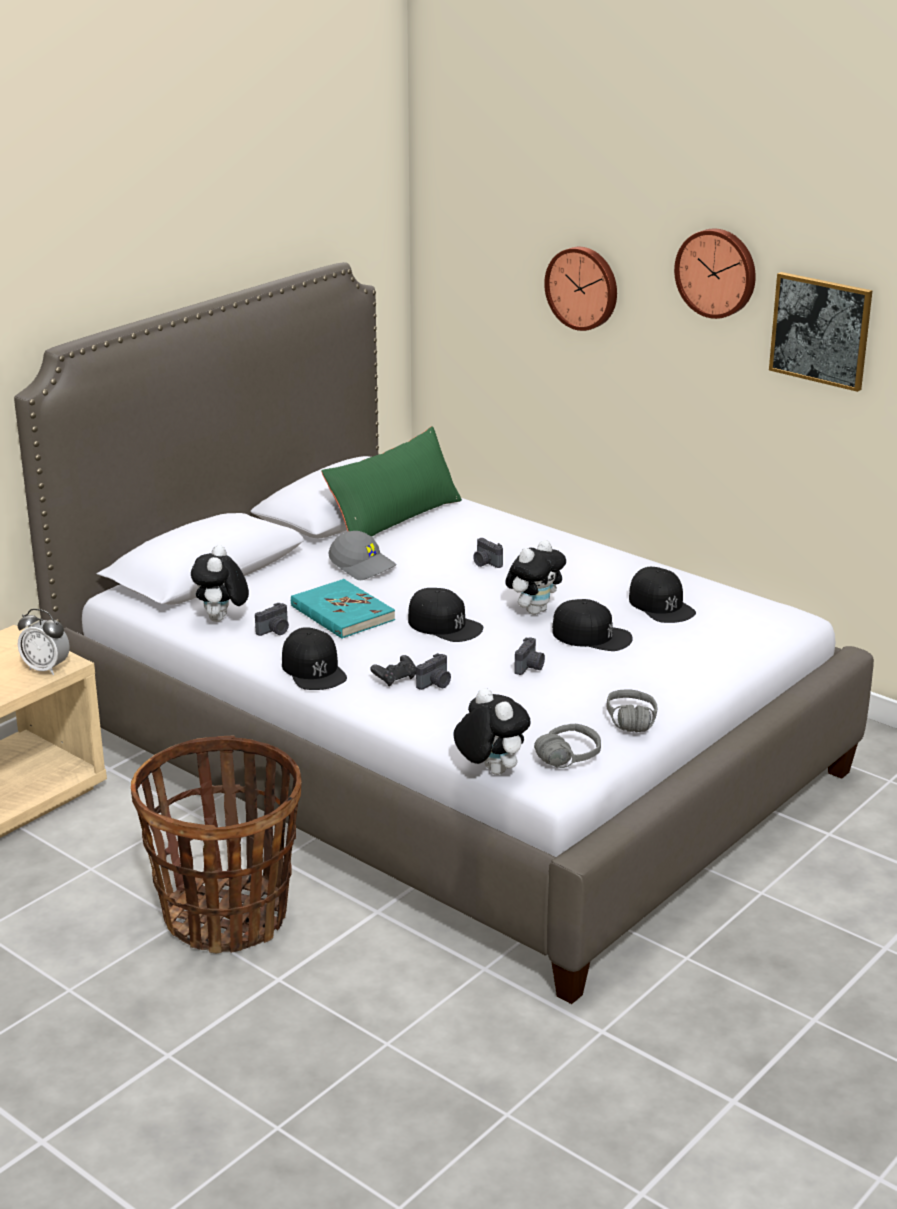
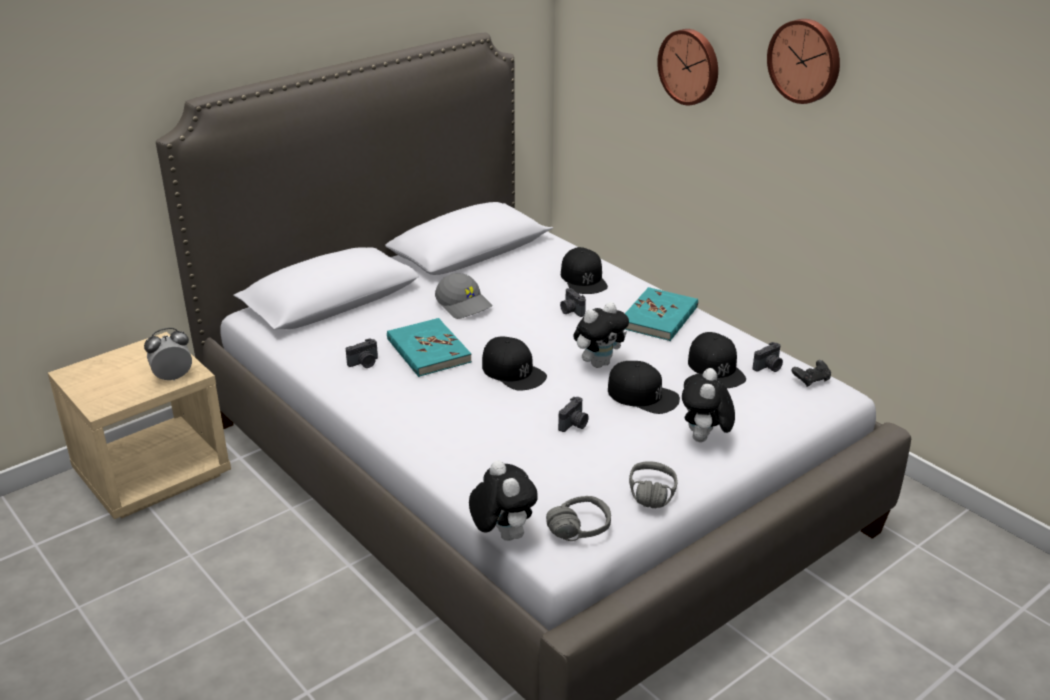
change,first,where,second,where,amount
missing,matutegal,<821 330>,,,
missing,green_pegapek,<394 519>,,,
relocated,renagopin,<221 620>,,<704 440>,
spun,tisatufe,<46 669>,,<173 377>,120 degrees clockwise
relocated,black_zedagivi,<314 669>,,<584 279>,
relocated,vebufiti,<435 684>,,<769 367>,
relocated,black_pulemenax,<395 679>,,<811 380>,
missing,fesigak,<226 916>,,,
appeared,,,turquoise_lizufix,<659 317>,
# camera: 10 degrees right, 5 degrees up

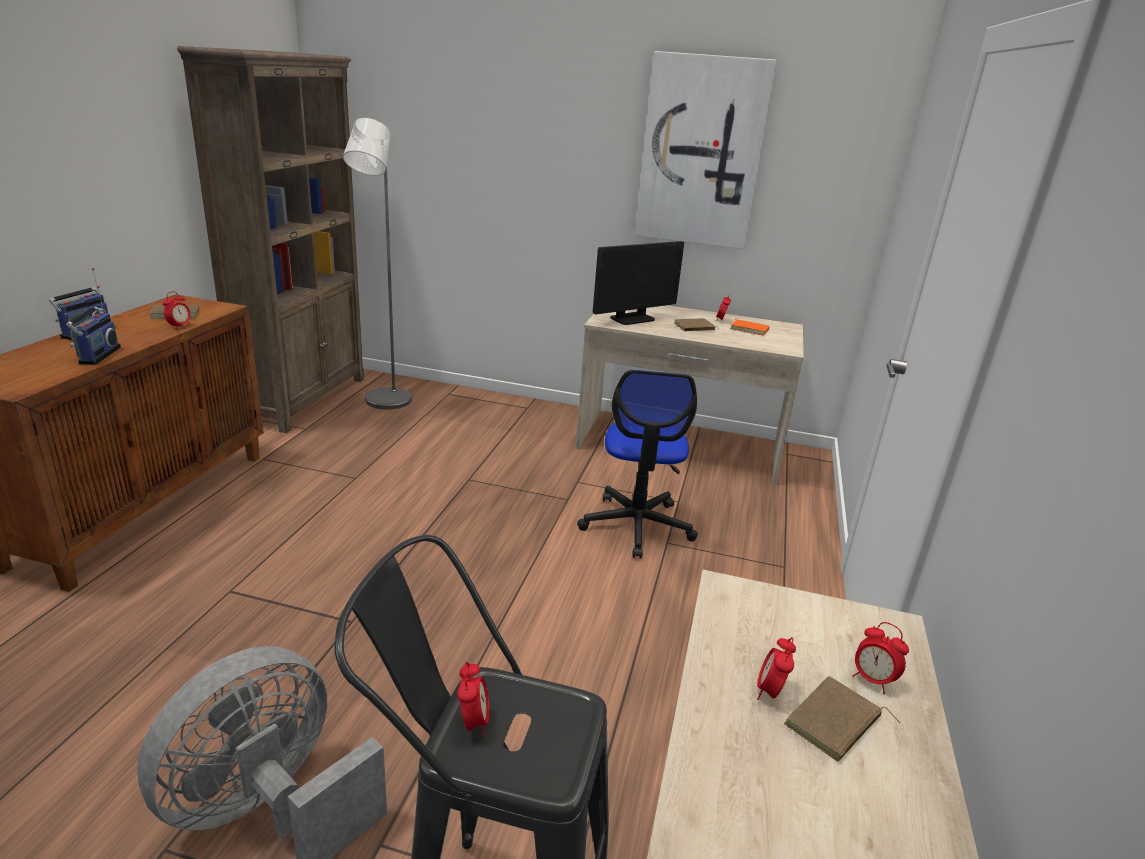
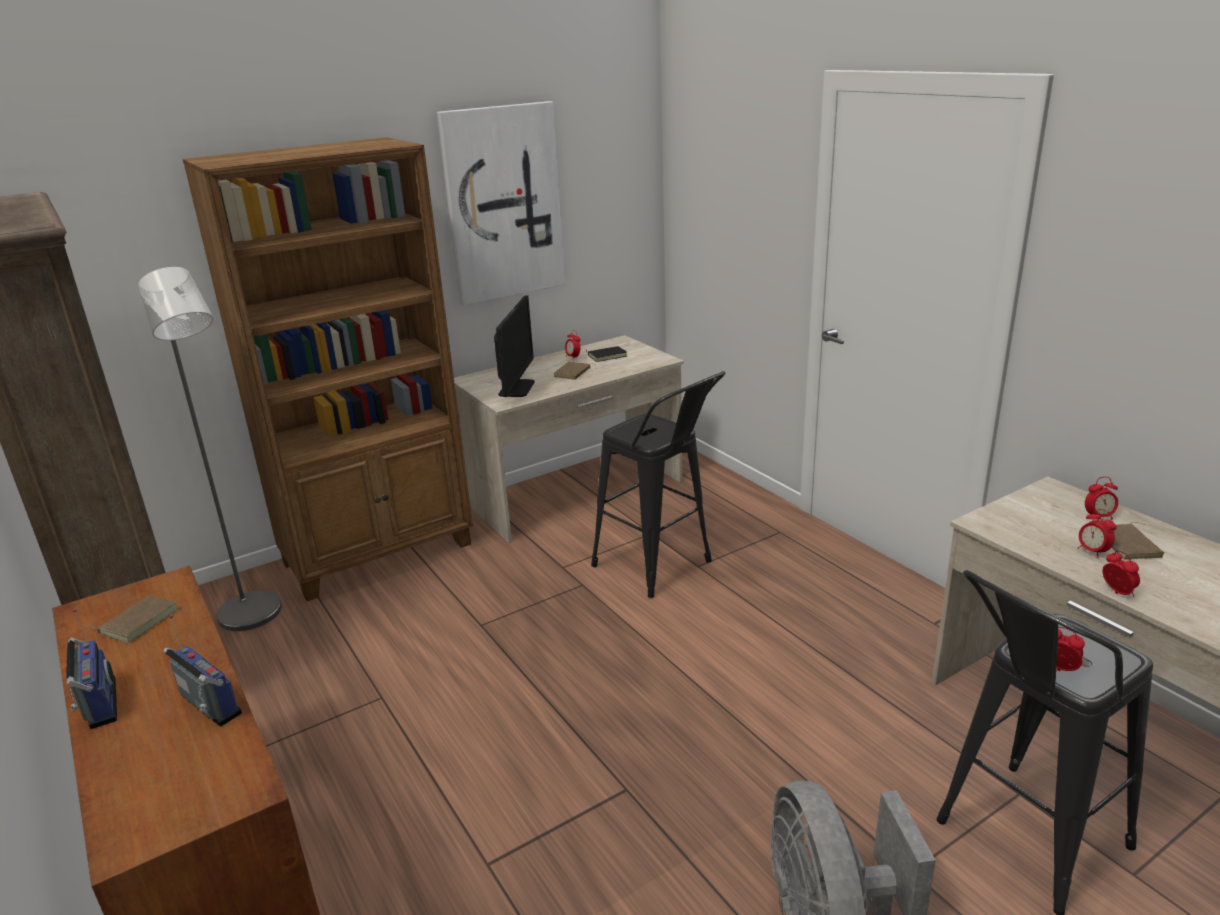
change,first,where,second,where,amount
relocated,tisatufe,<179 326>,,<1117 593>,
colour,orange_lizufix,<749 329>,black_lizufix,<607 355>,
exchanged,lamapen,<636 526>,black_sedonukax,<660 569>,
appeared,,,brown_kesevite,<380 554>,
# camera: 45 degrees left, 0 degrees up

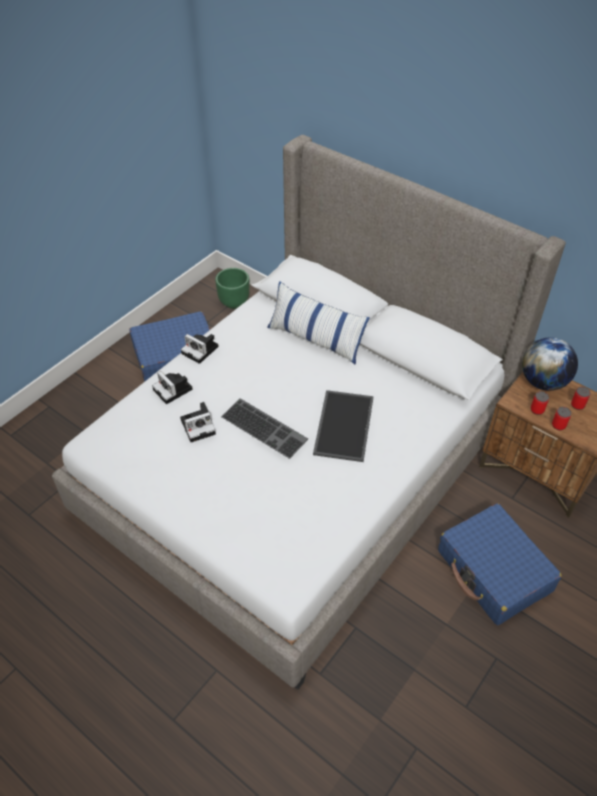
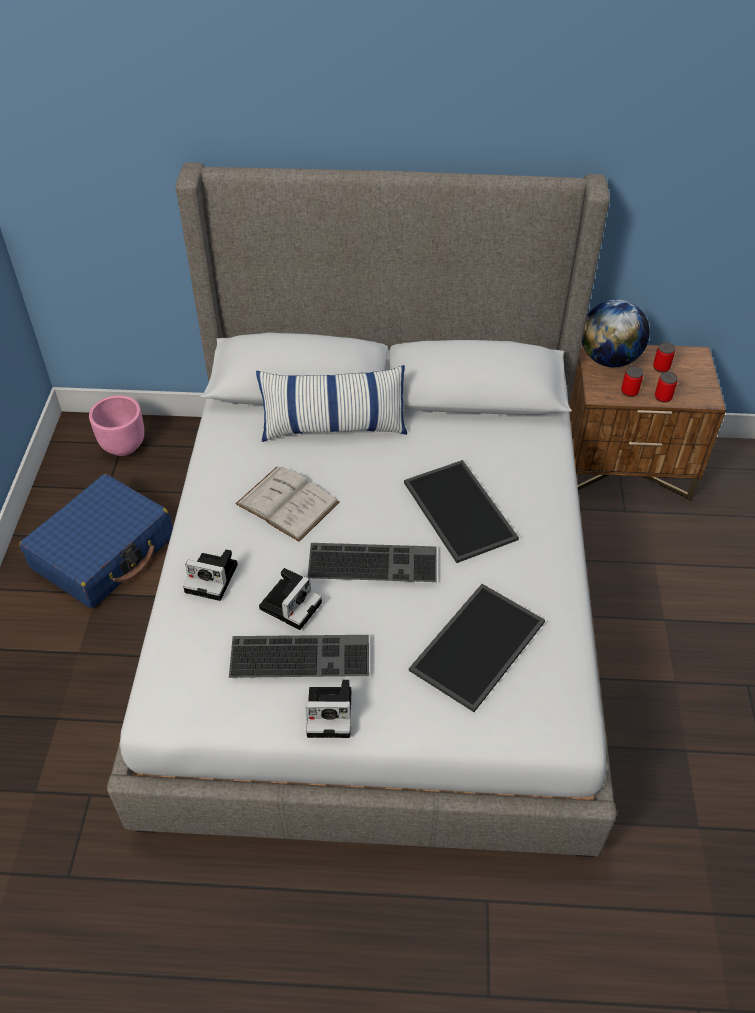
change,first,where,second,where,amount
colour,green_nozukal,<234 302>,pink_nozukal,<123 446>,
relocated,vebufiti,<201 350>,,<332 713>,
missing,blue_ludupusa,<494 571>,,,
appeared,,,white_lizufix,<287 503>,
appeared,,,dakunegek,<476 644>,
appeared,,,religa,<301 654>,
# camera: 35 degrees left, 0 degrees up

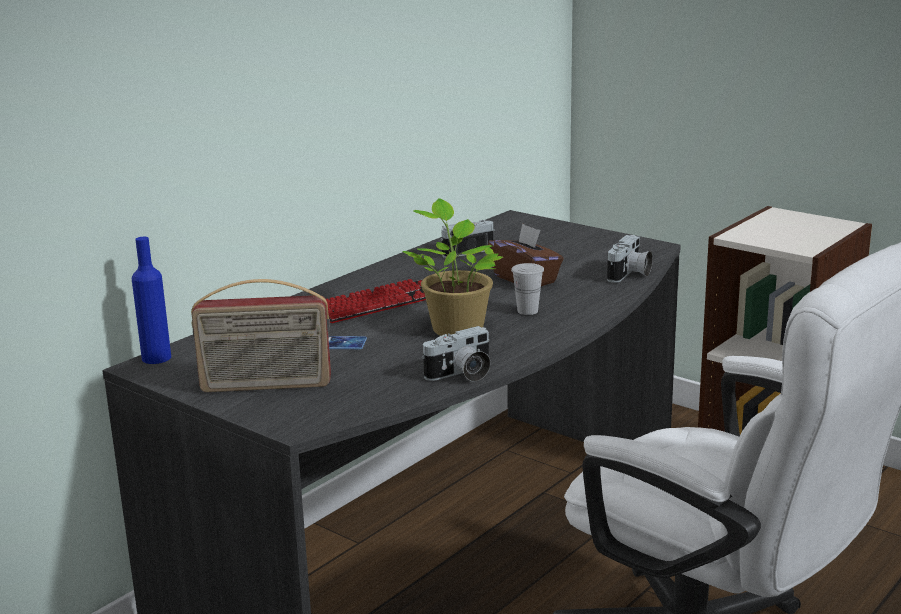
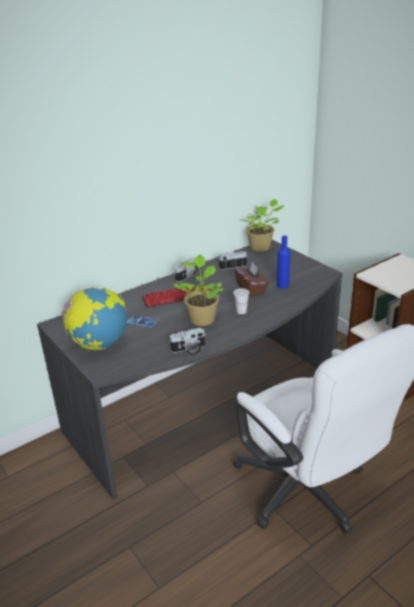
change,first,where,second,where,amount
relocated,vebufiti,<630 275>,,<189 277>,
relocated,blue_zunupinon,<156 358>,,<282 285>,
exchanged,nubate,<266 385>,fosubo,<99 344>,
appeared,,,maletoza,<261 247>,
# camera: 15 degrees right, 10 degrees up

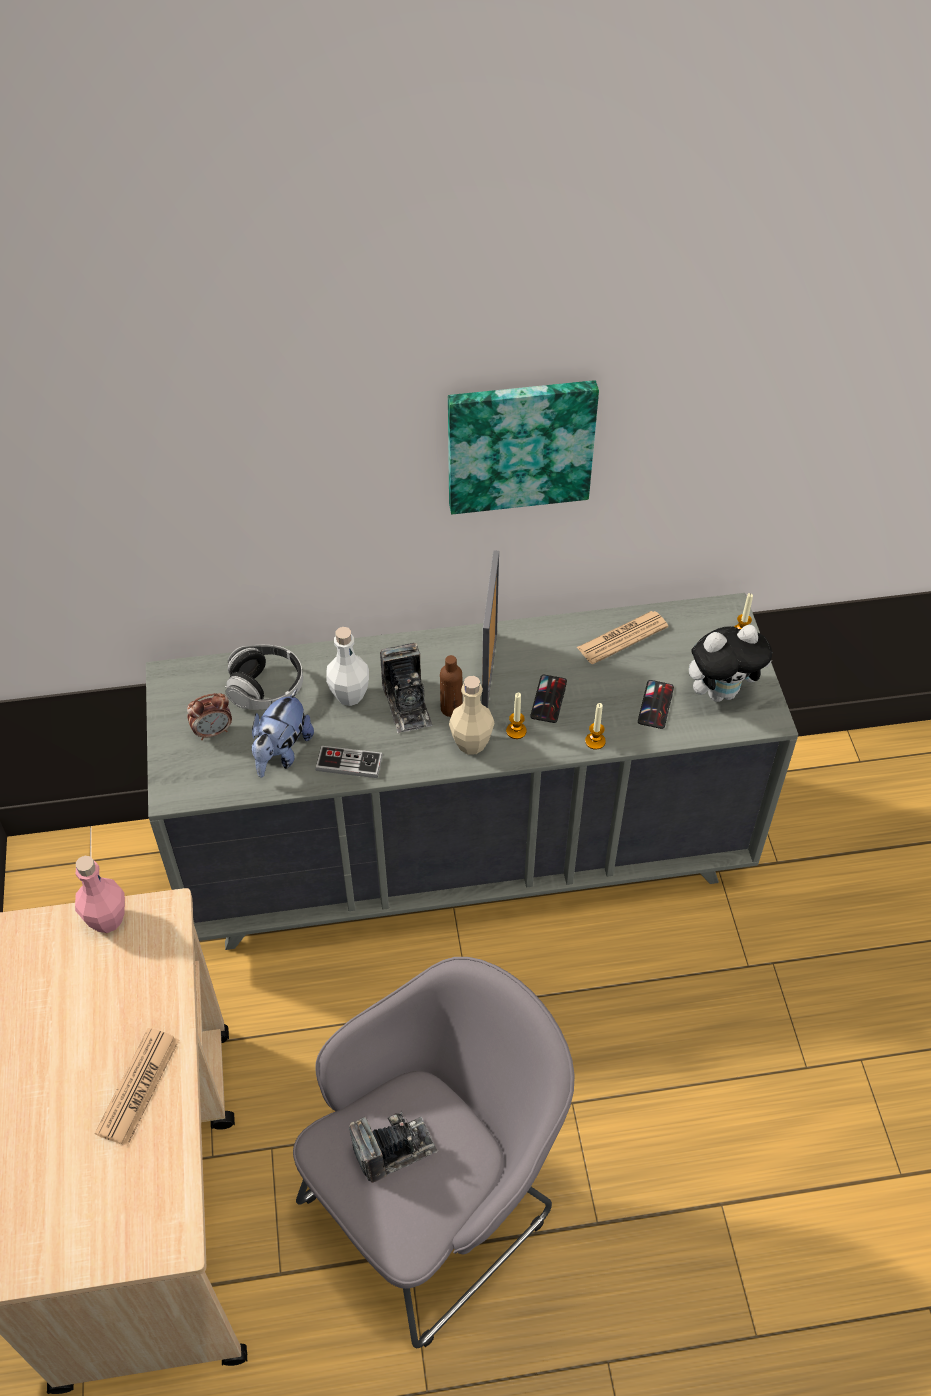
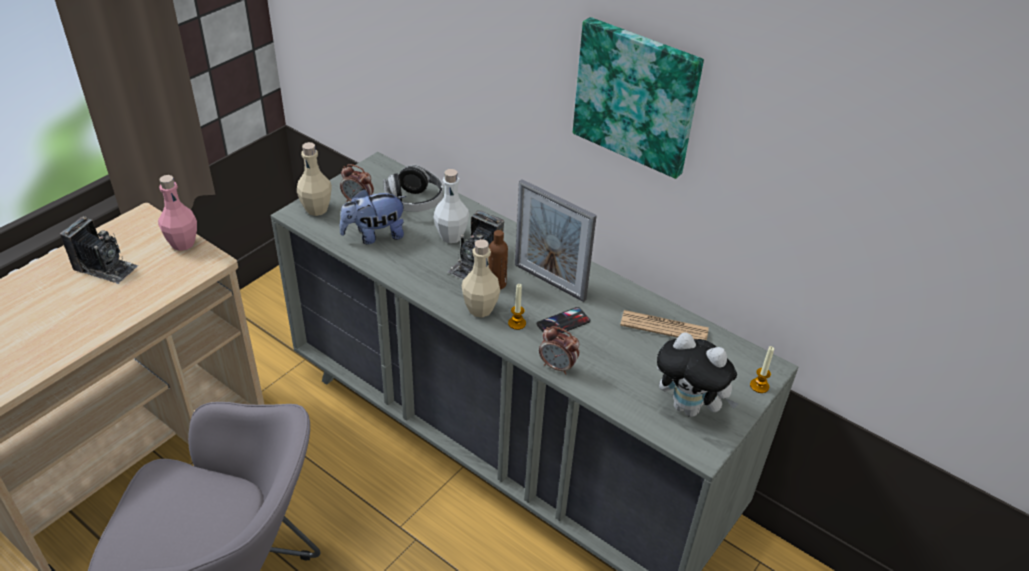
change,first,where,second,where,amount
spun,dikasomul,<489 670>,,<549 282>,105 degrees counterclockwise
missing,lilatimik,<655 705>,,,
exchanged,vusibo,<595 741>,tisatufe,<557 367>,
missing,pulemenax,<349 763>,,,
missing,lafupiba,<138 1086>,,,
relocated,vebufiti,<394 1150>,,<105 267>,
appeared,,,beige_zunupinon,<316 209>,
# camera: 45 degrees right, 10 degrees down

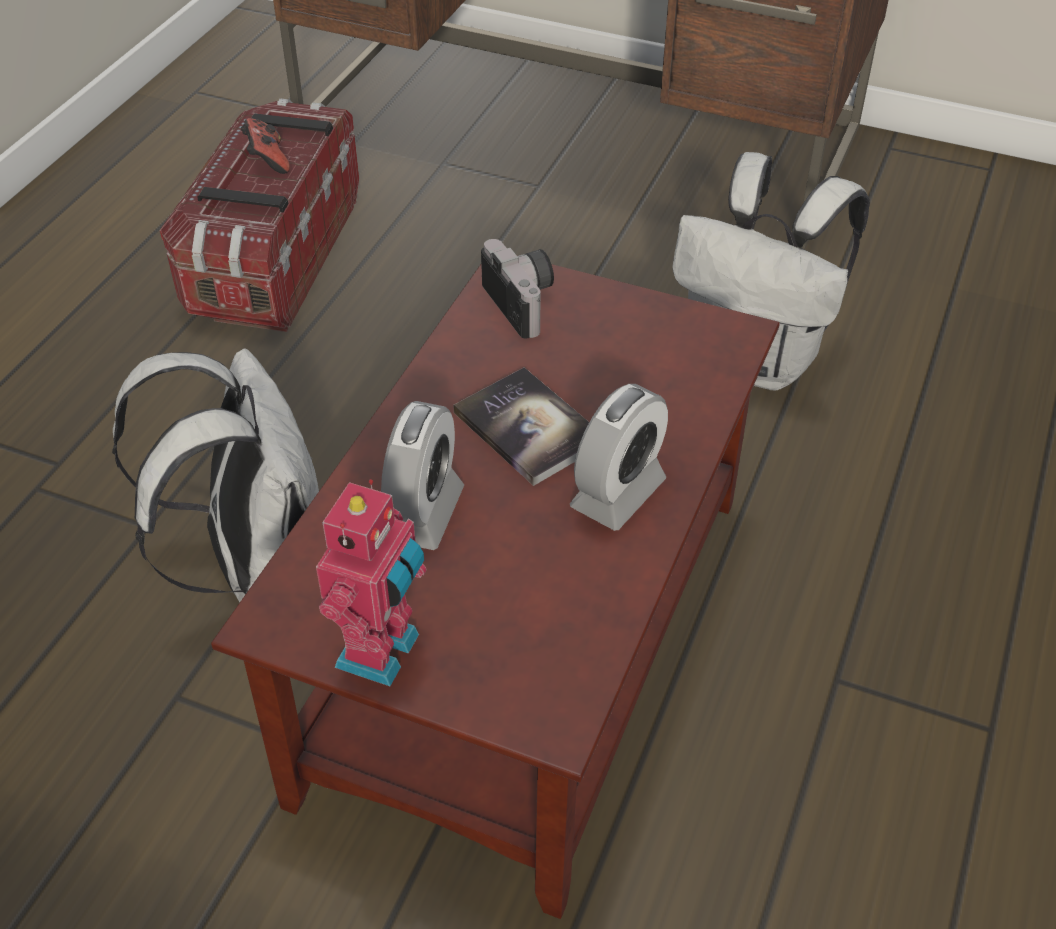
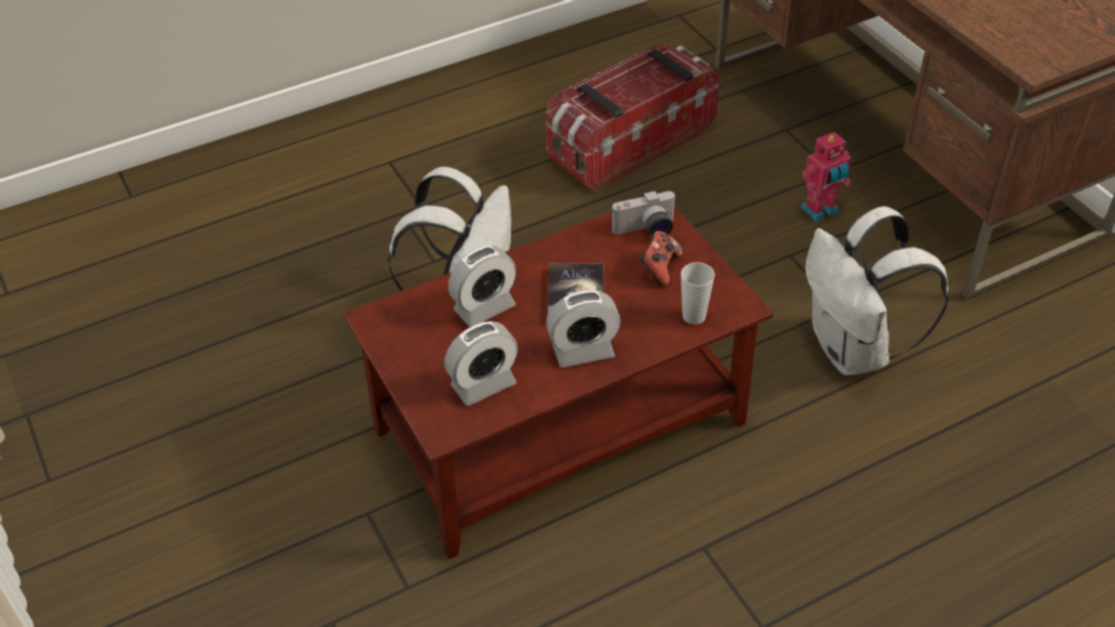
change,first,where,second,where,amount
relocated,pulemenax,<267 161>,,<659 268>,
spun,vebufiti,<525 302>,,<646 230>,60 degrees clockwise
relocated,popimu,<383 653>,,<821 211>,
appeared,,,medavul,<694 316>,
appeared,,,tisatufe,<483 385>,
# camera: 40 degrees right, 0 degrees up

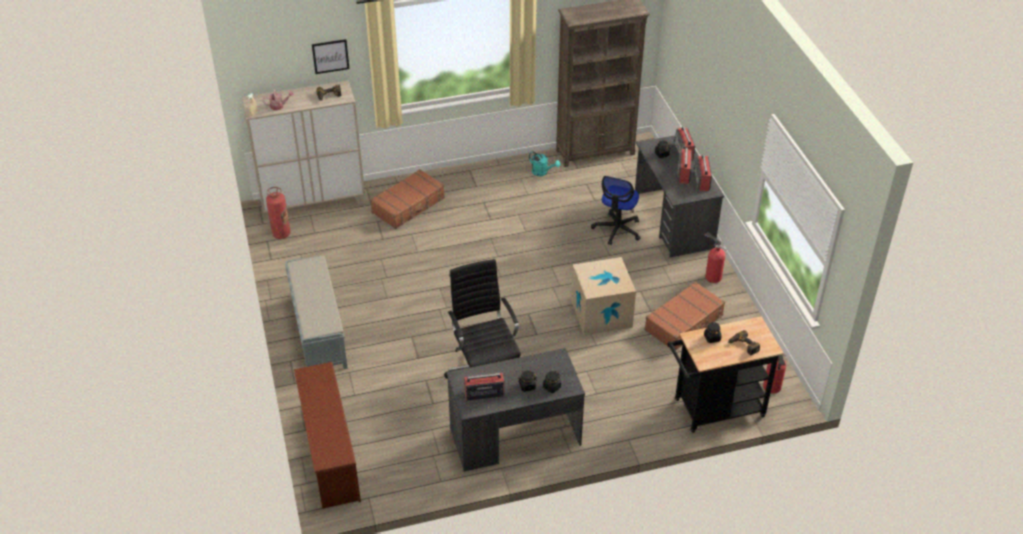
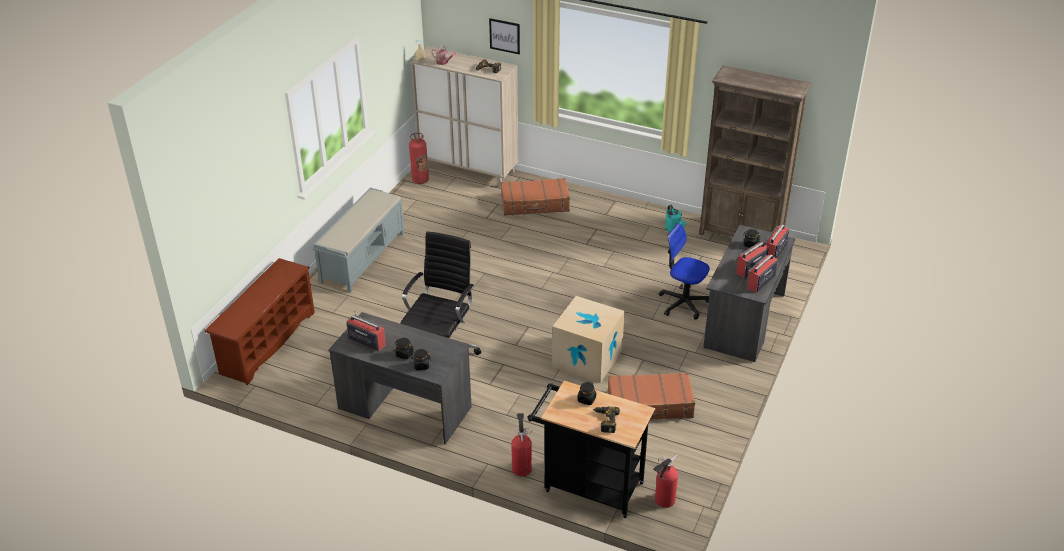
change,first,where,second,where,amount
spun,lamapen,<617 229>,,<683 303>,60 degrees clockwise
relocated,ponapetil,<712 276>,,<521 467>,
# camera: 40 degrees right, 5 degrees down

